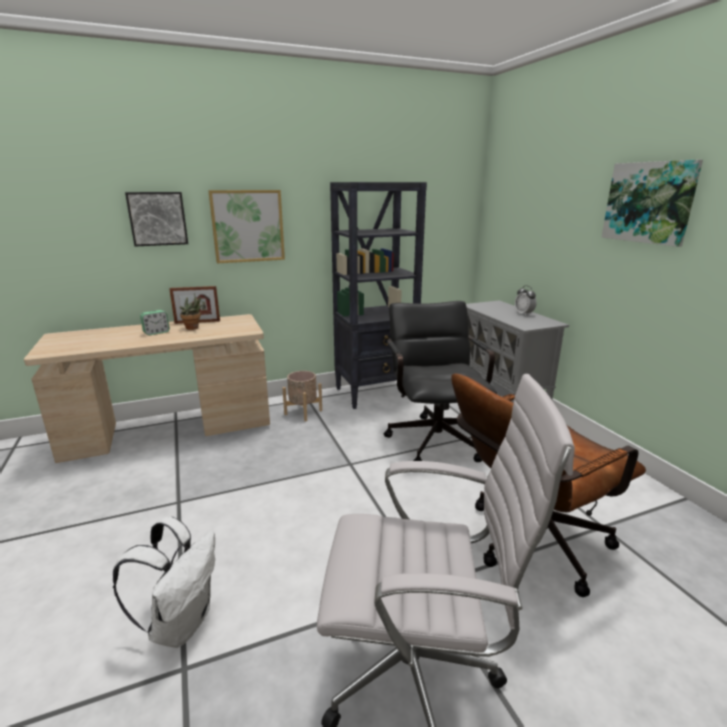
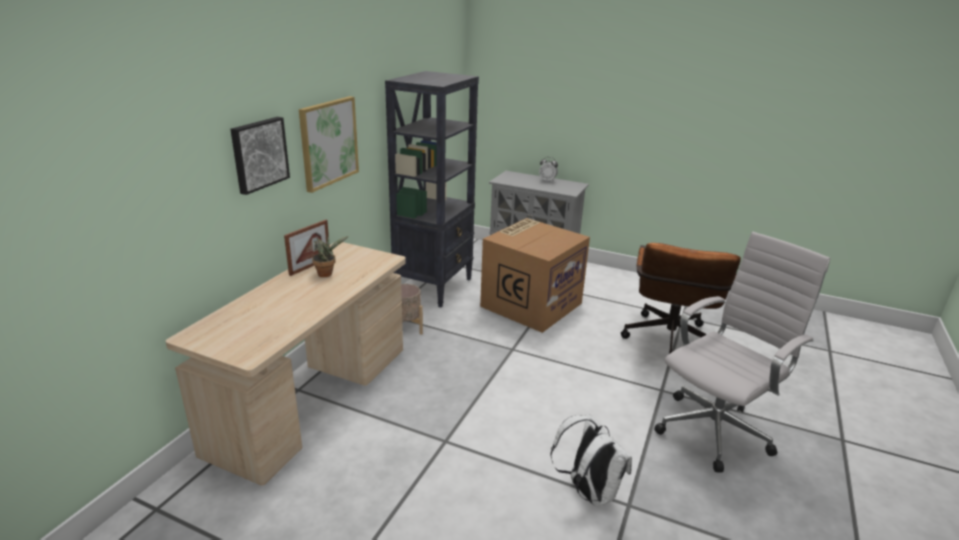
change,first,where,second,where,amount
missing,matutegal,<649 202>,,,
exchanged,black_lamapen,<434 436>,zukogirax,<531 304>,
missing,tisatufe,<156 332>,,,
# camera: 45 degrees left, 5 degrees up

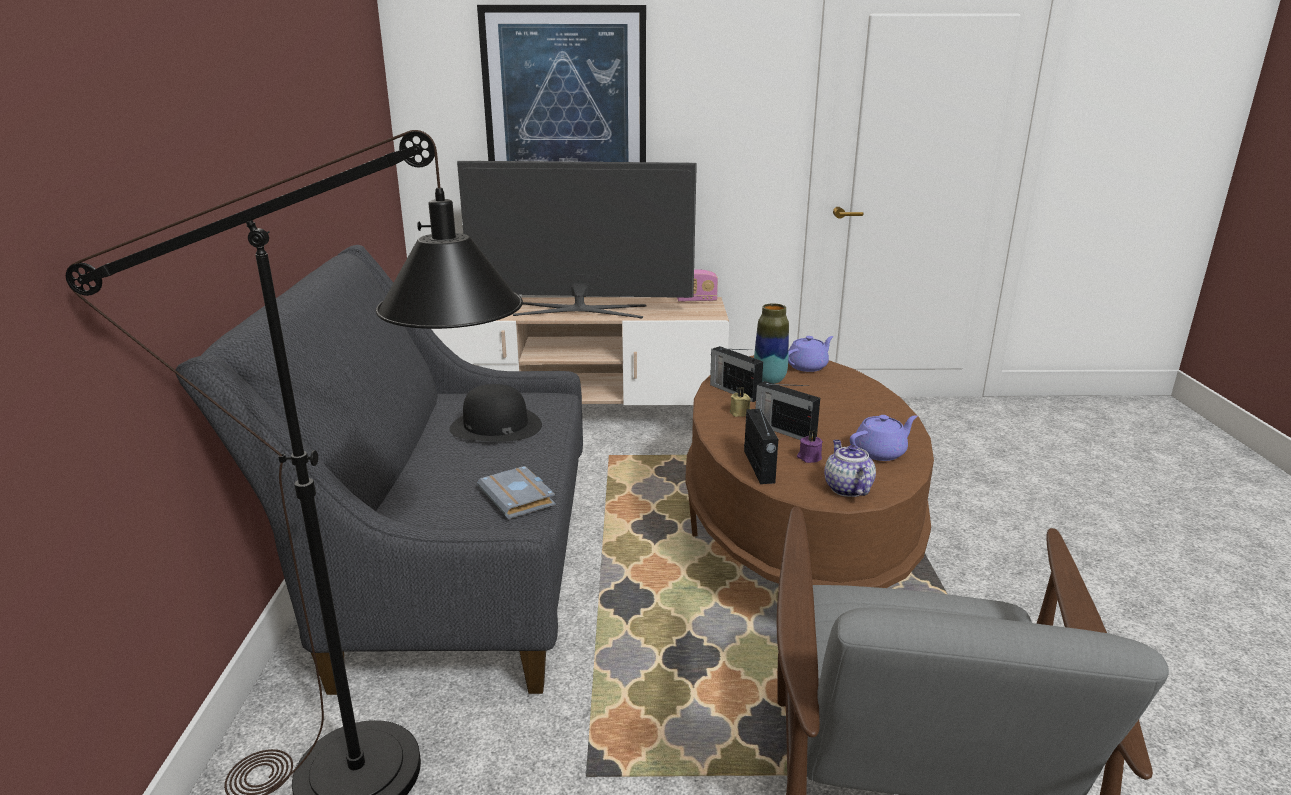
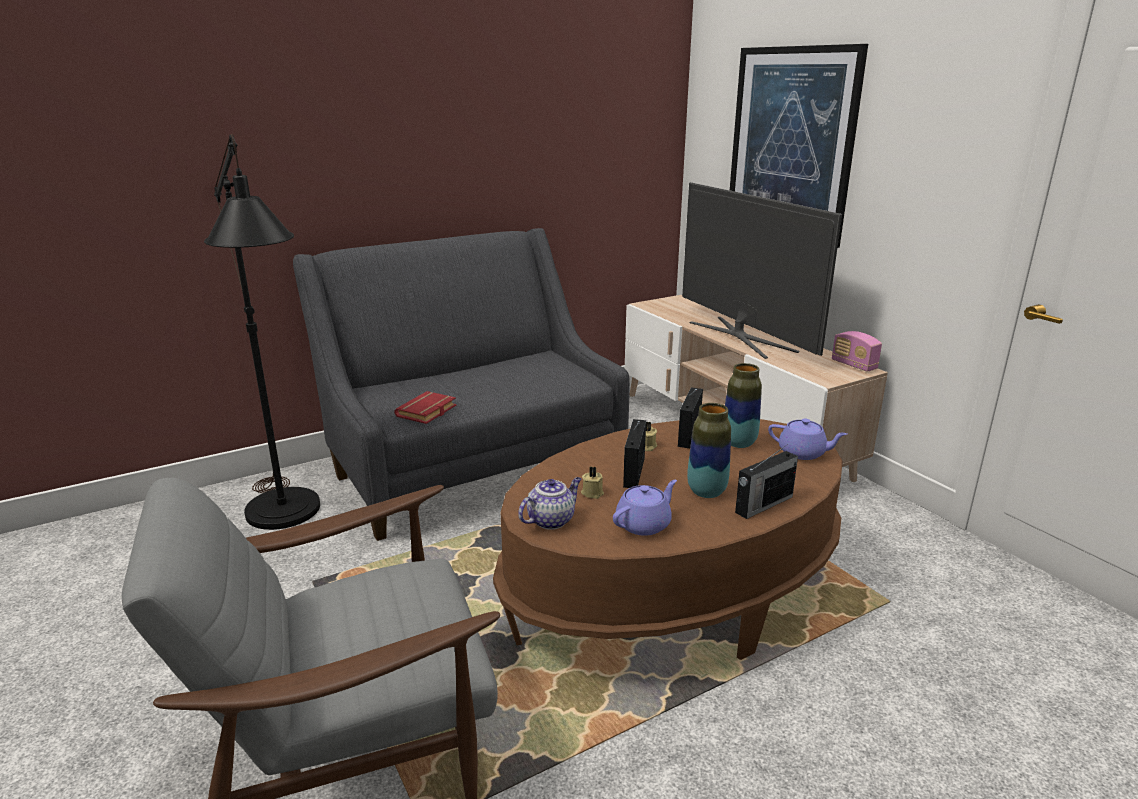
change,first,where,second,where,amount
missing,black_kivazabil,<495 426>,,,
relocated,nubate,<759 467>,,<763 505>,
spun,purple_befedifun,<880 452>,,<644 524>,75 degrees counterclockwise
colour,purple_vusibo,<809 458>,beige_vusibo,<592 492>,
colour,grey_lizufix,<519 498>,red_lizufix,<427 412>,
appeared,,,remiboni,<706 492>,
# camera: 60 degrees right, 0 degrees up

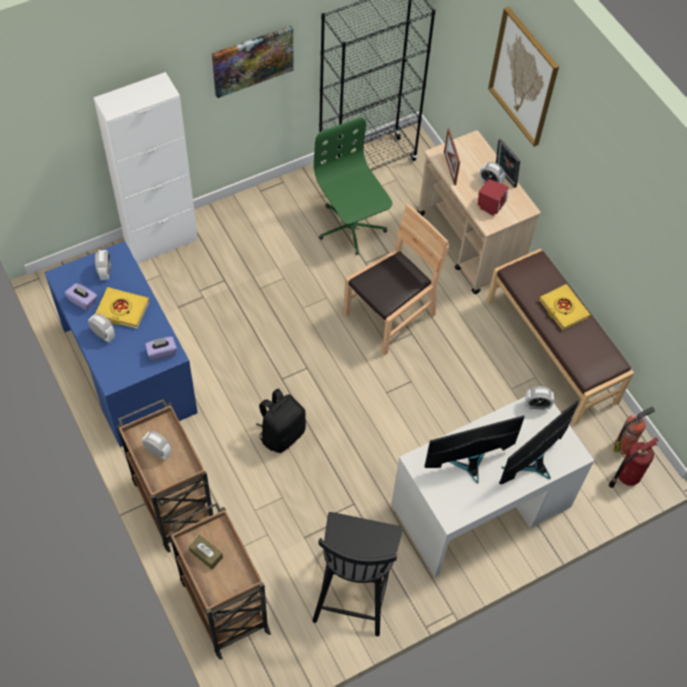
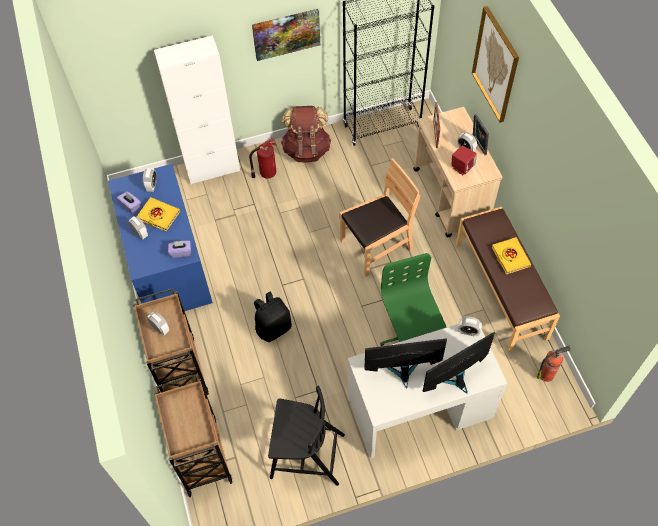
change,first,where,second,where,amount
relocated,green_lamapen,<351 227>,,<410 337>,
relocated,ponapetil,<626 477>,,<266 173>,
spun,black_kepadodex,<354 586>,,<305 455>,105 degrees counterclockwise
missing,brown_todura,<206 554>,,,
appeared,,,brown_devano,<306 149>,
# camera: 15 degrees right, 0 degrees up

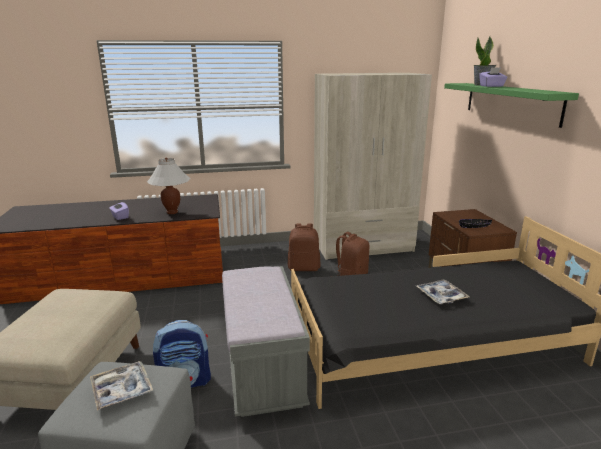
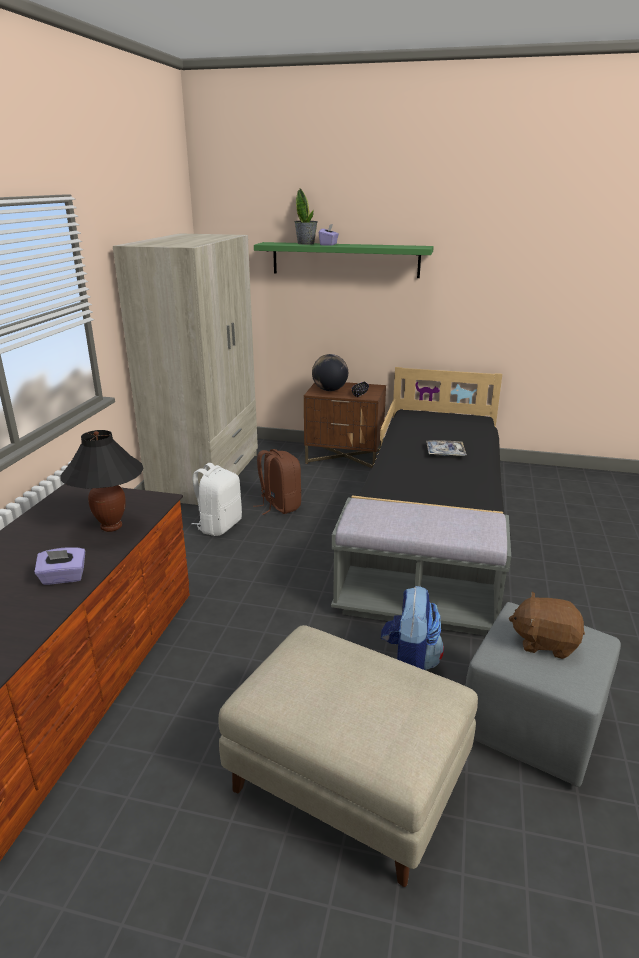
change,first,where,second,where,amount
colour,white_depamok,<172 212>,black_depamok,<111 527>,
colour,brown_devano,<304 268>,white_devano,<219 526>,
exchanged,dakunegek,<122 390>,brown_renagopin,<544 642>,
appeared,,,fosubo,<330 390>,
# camera: 65 degrees left, 5 degrees up

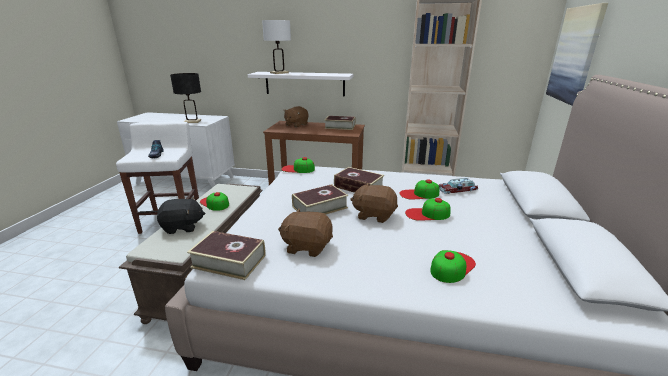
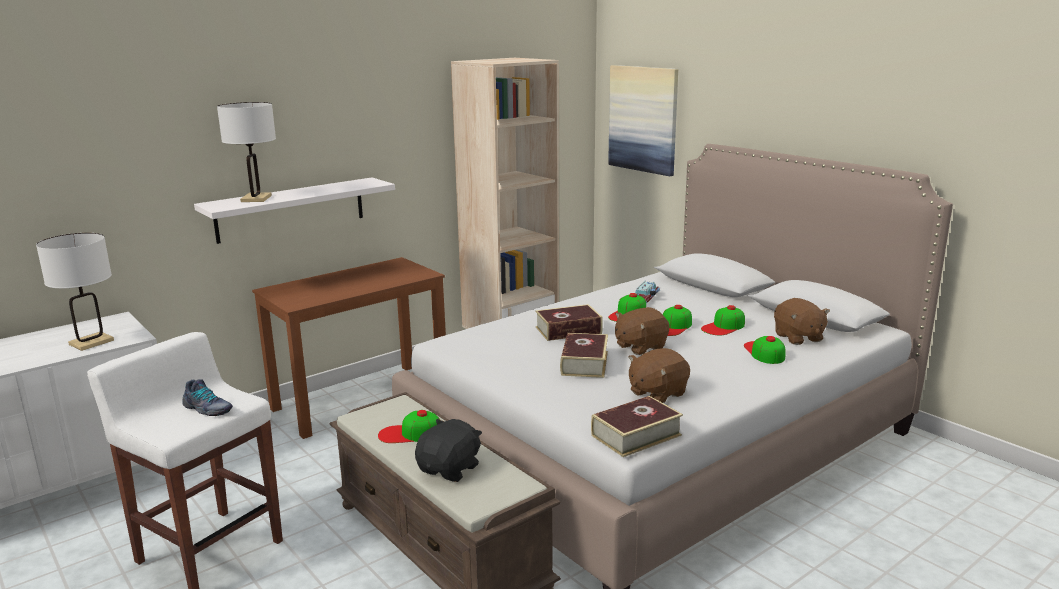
change,first,where,second,where,amount
colour,black_depamok,<192 121>,white_depamok,<91 342>,
relocated,brown_renagopin,<296 125>,,<798 337>,
missing,lizufix,<340 127>,,,
relocated,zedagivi,<298 169>,,<723 327>,
# camera: 50 degrees left, 5 degrees down

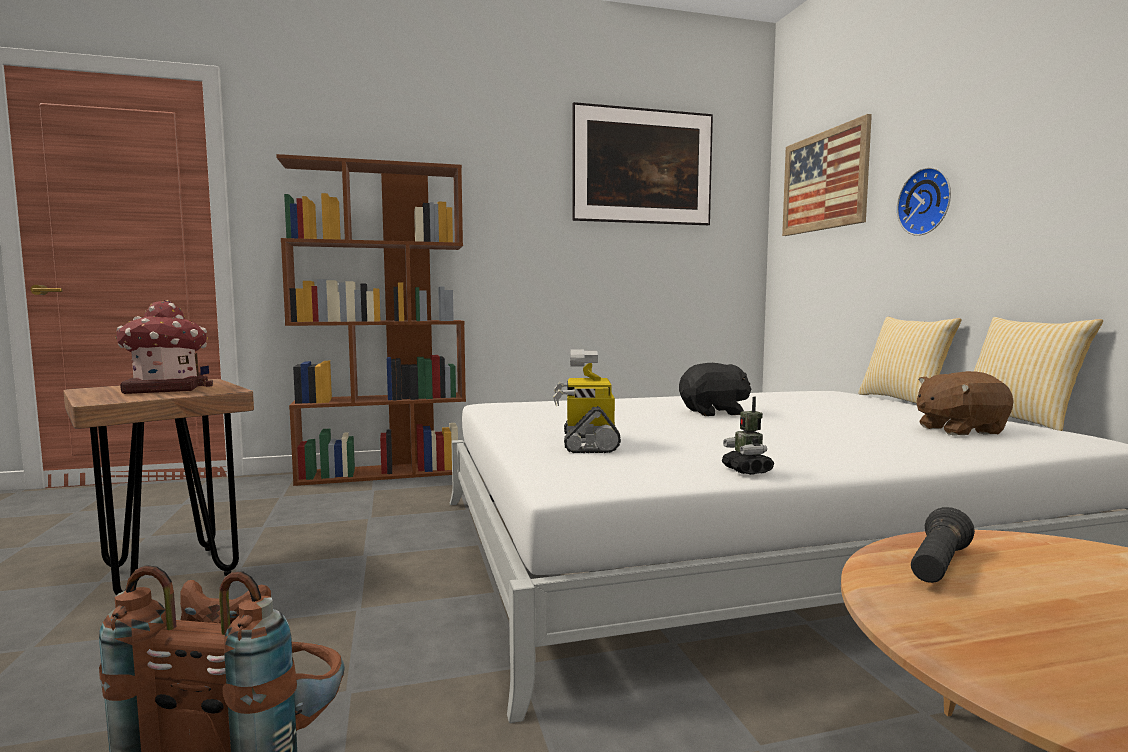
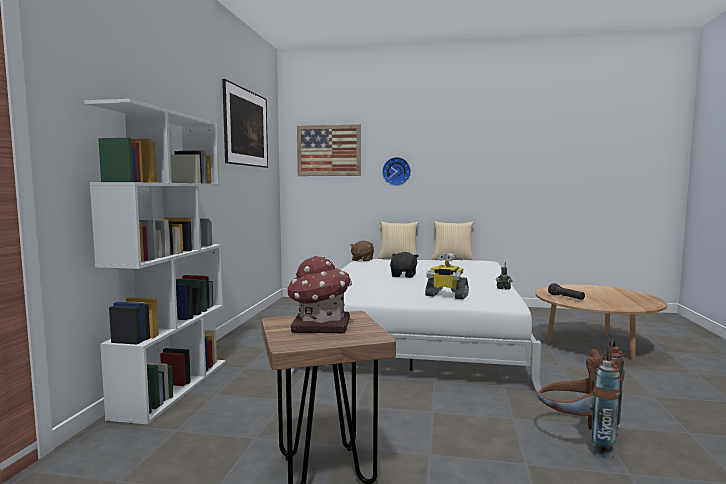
change,first,where,second,where,amount
colour,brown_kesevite,<384 473>,white_kesevite,<173 387>,
relocated,brown_renagopin,<959 430>,,<362 260>,
# camera: 65 degrees left, 0 degrees up

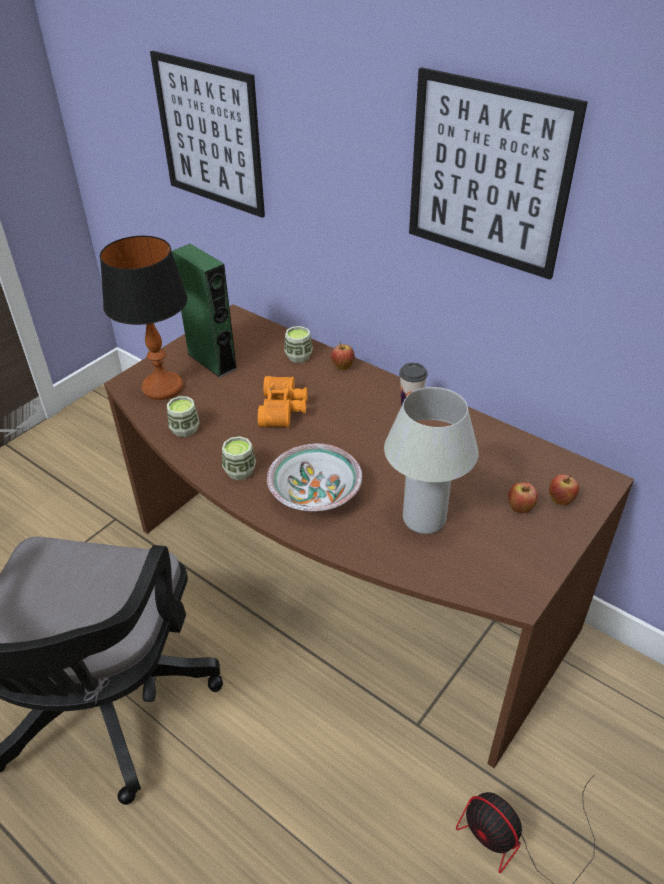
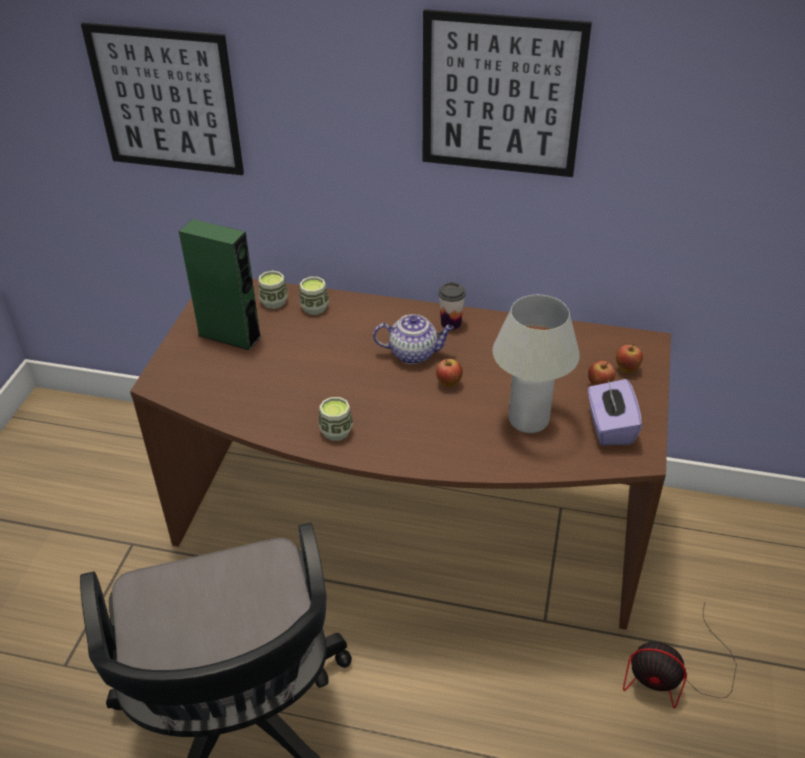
change,first,where,second,where,amount
missing,depamok,<163 387>,,,
relocated,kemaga,<342 367>,,<448 383>,
missing,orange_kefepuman,<284 409>,,,
relocated,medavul,<185 429>,,<274 302>,
missing,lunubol,<315 493>,,,
appeared,,,befedifun,<414 353>,
appeared,,,purple_todura,<609 427>,
# camera: 25 degrees left, 0 degrees up

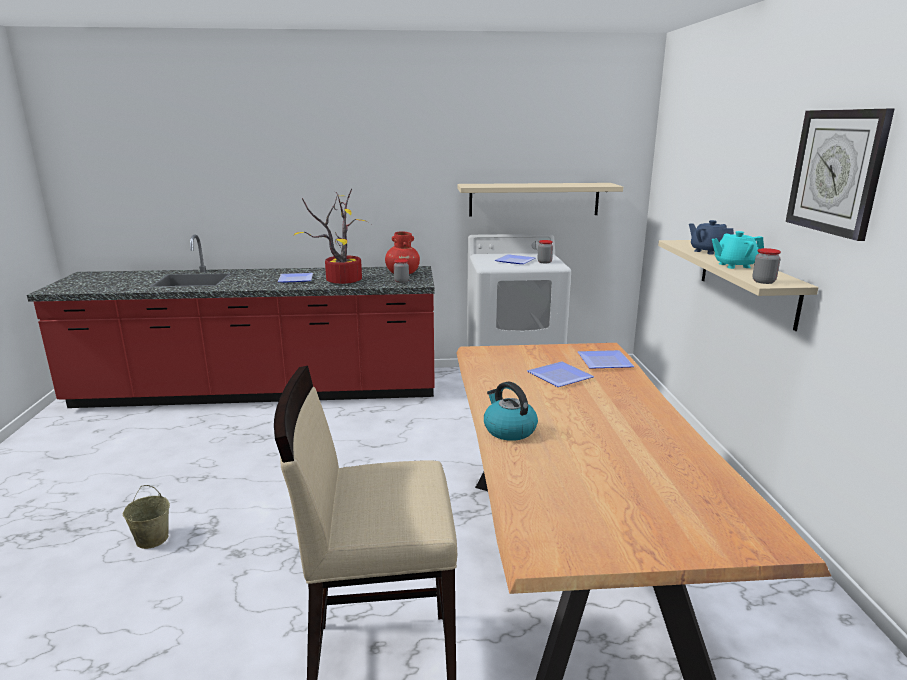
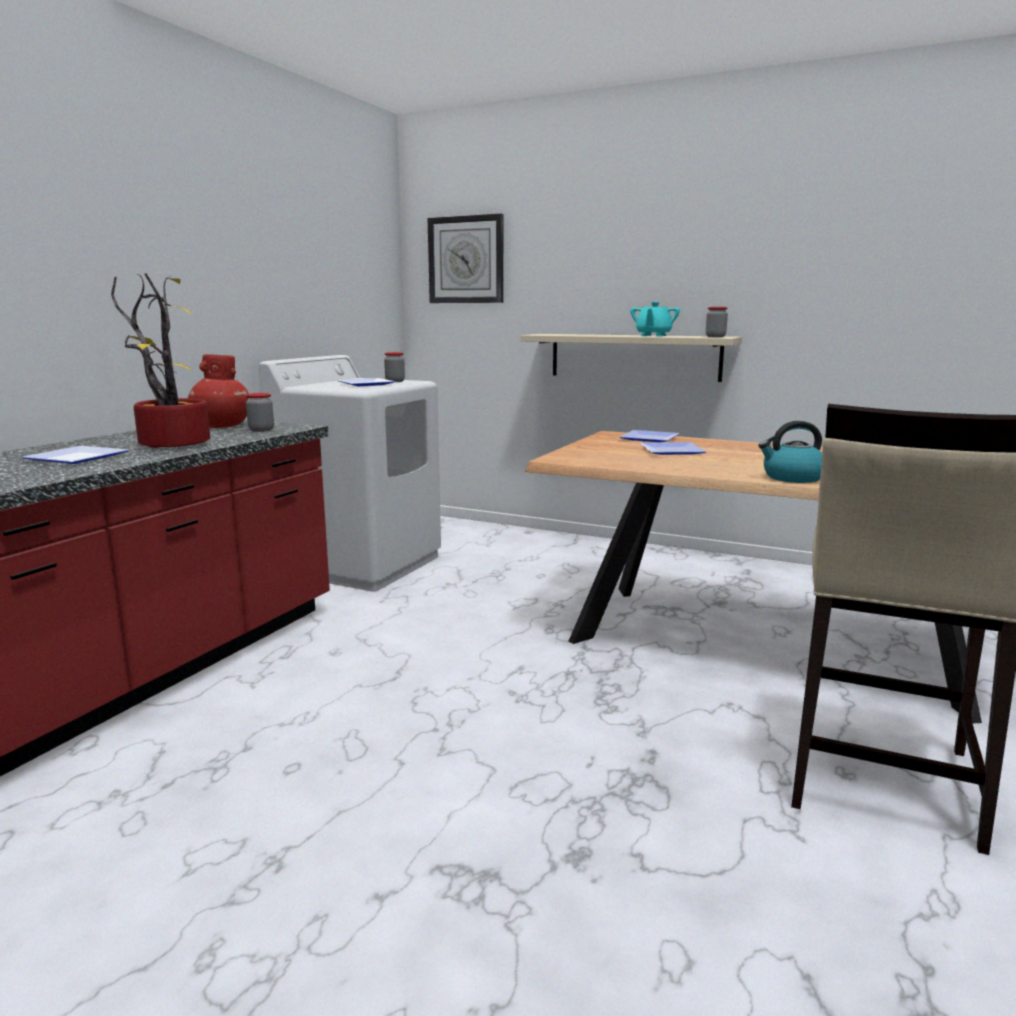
change,first,where,second,where,amount
relocated,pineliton,<836 172>,,<466 260>,
missing,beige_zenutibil,<534 199>,,,
missing,blue_befedifun,<708 251>,,,
missing,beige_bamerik,<151 539>,,,
# camera: 60 degrees left, 5 degrees down

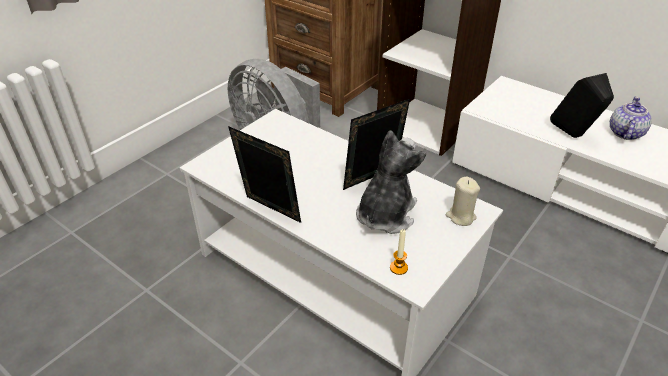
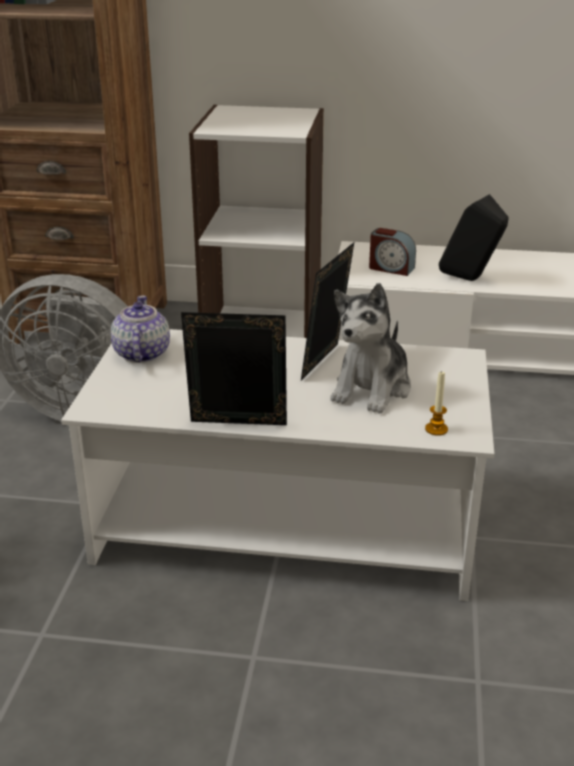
change,first,where,second,where,amount
relocated,befedifun,<625 133>,,<141 354>,
spun,renagopin,<385 214>,,<372 389>,150 degrees counterclockwise
missing,beige_vusibo,<460 216>,,,
appeared,,,tisatufe,<391 268>,
# camera: 30 degrees left, 10 degrees down

